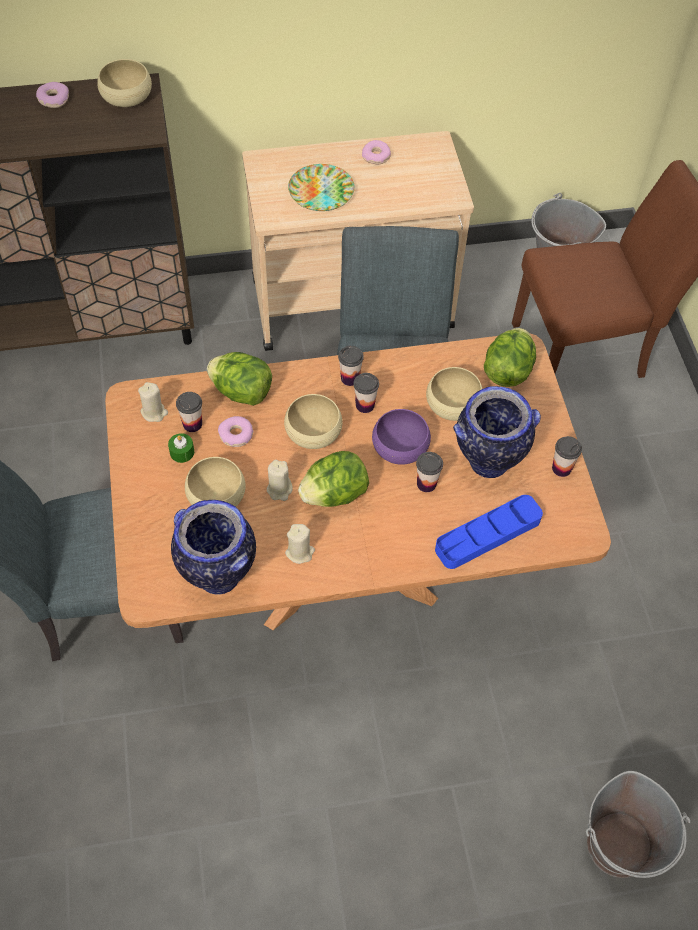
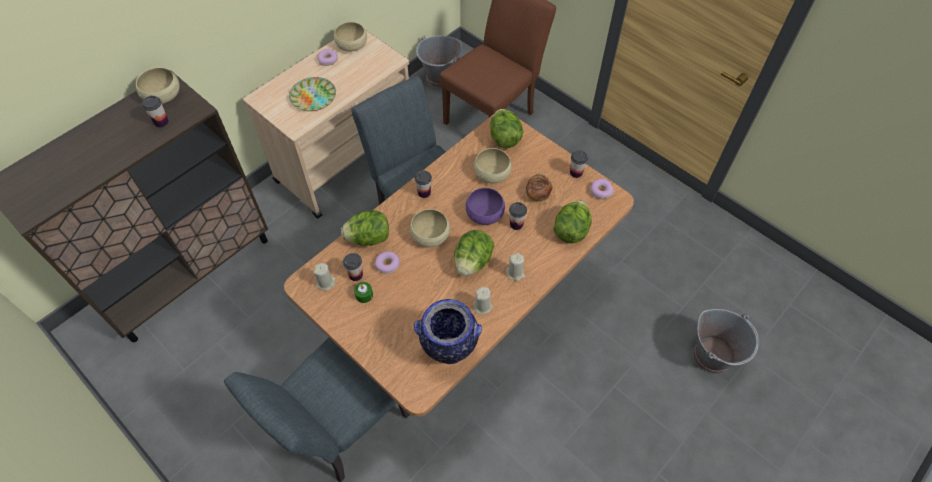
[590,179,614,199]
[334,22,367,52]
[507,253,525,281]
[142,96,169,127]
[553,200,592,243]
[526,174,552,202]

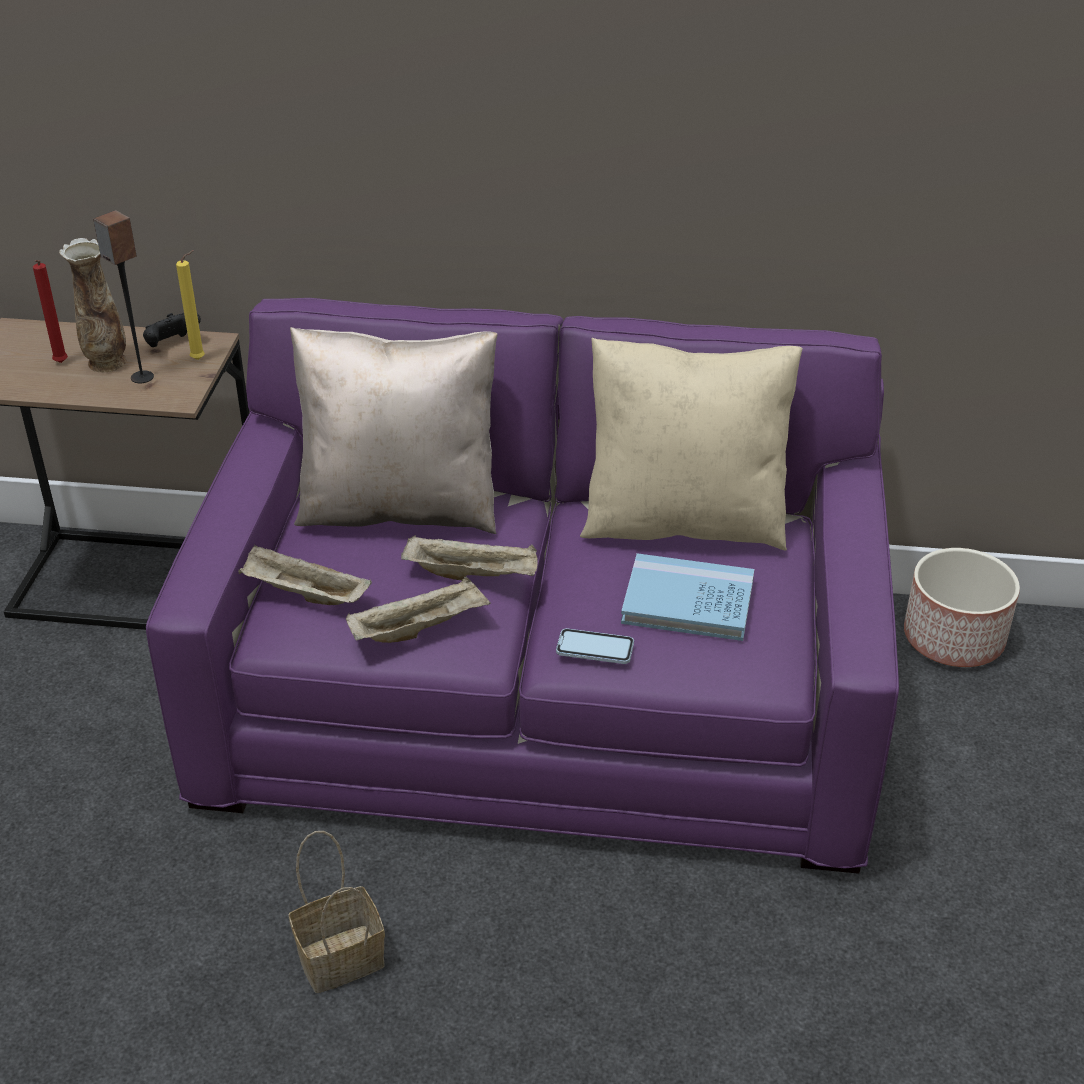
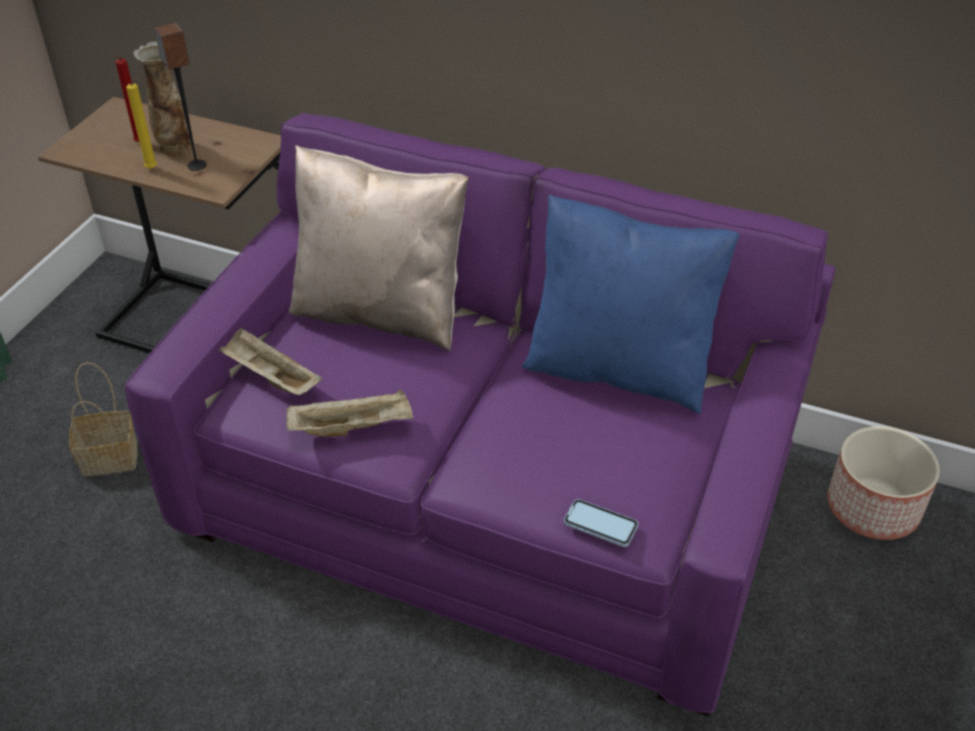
[143,313,201,347] (first image)
[126,76,157,169]
[69,362,137,476]
[401,535,538,580] (first image)
[564,499,638,547]
[522,195,740,414]
[621,553,754,641] (first image)

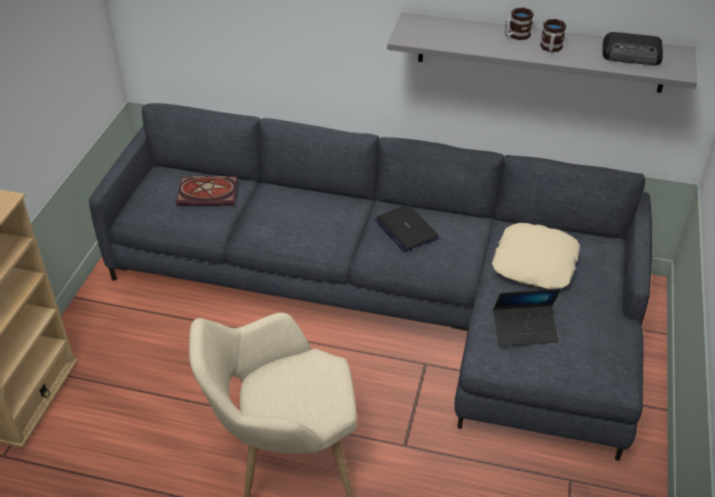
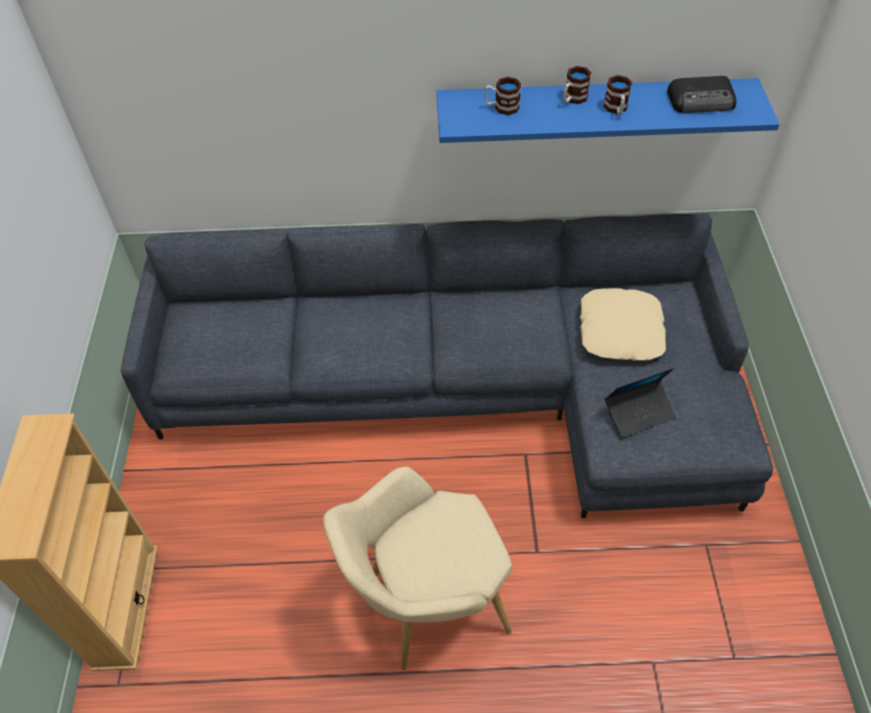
[176,176,238,205] (first image)
[375,205,439,252] (first image)
[436,78,780,143]
[484,77,521,115]

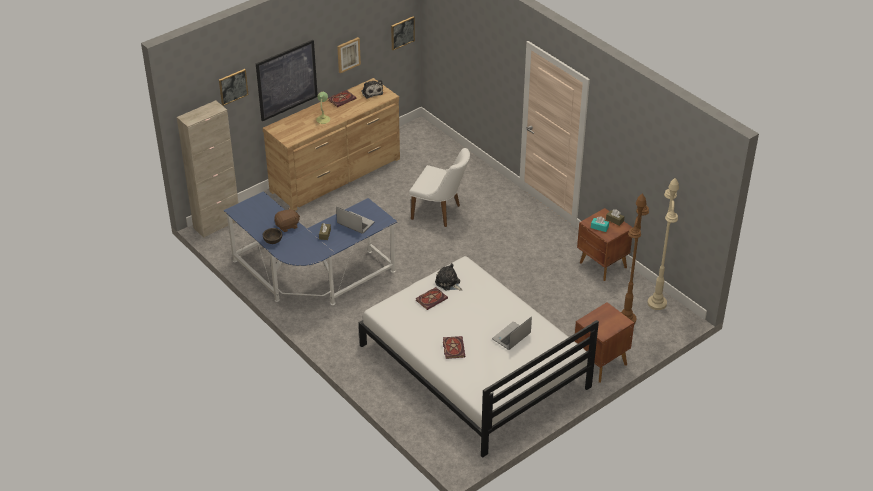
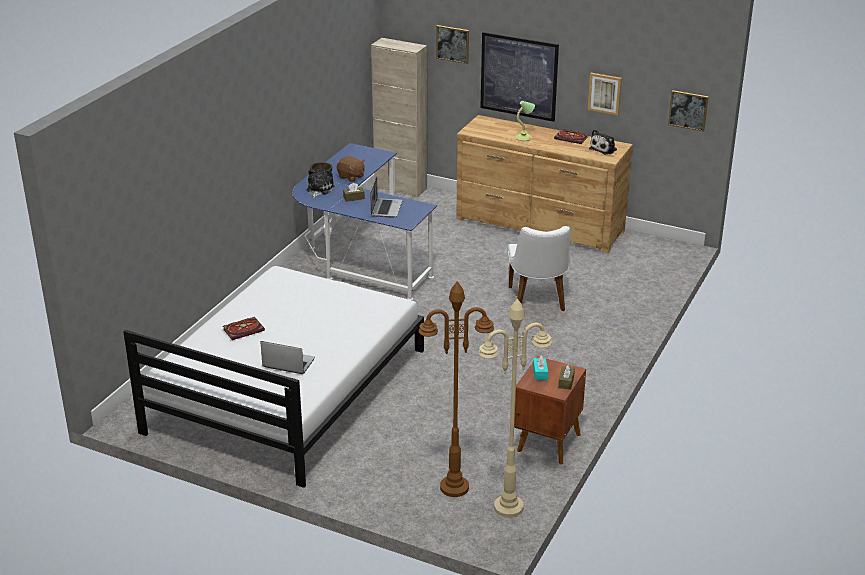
[416,287,448,310] (first image)
[306,169,334,198]
[575,302,634,383] (first image)

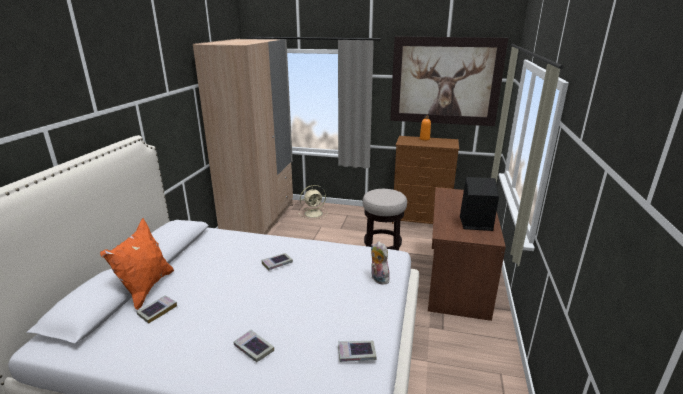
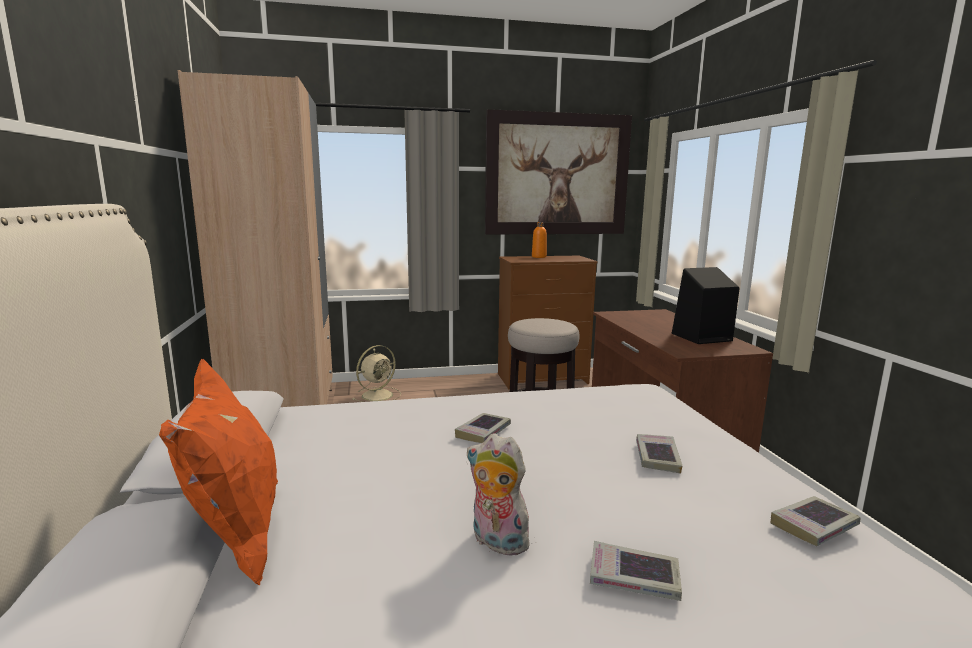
[636,434,682,474]
[467,433,534,557]

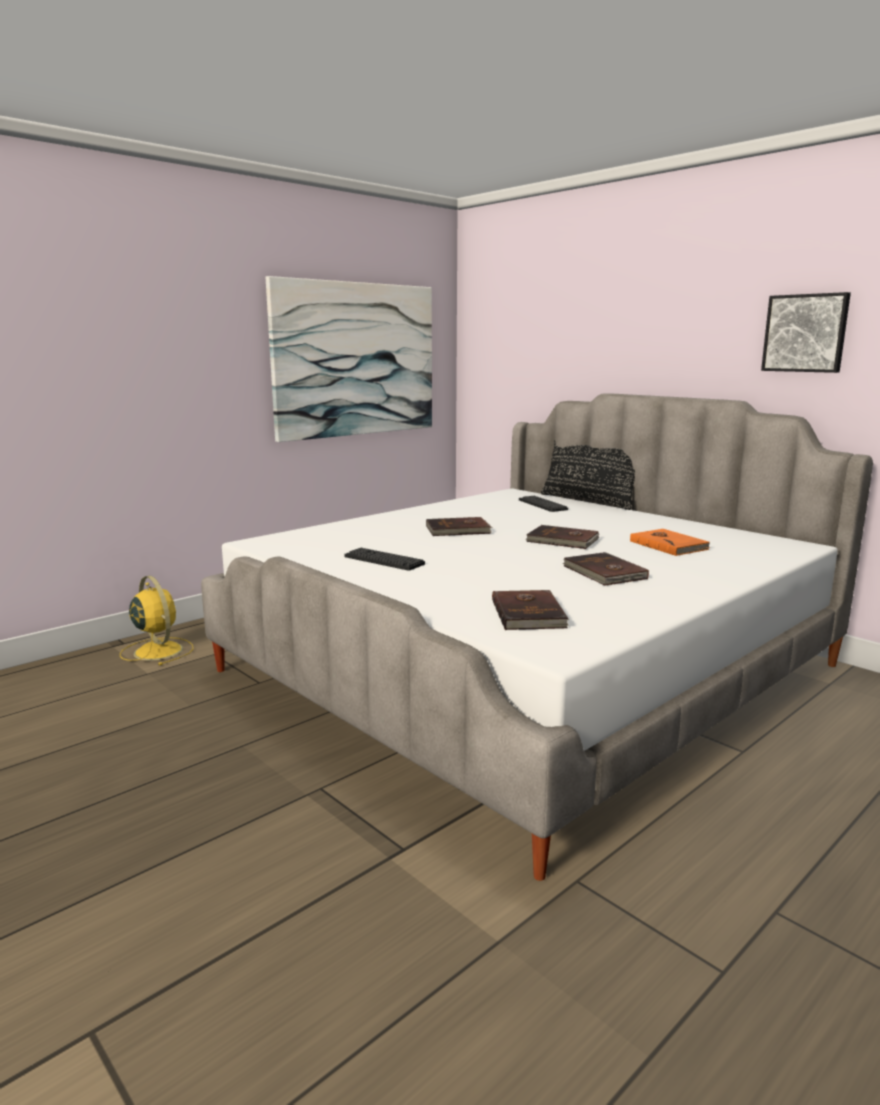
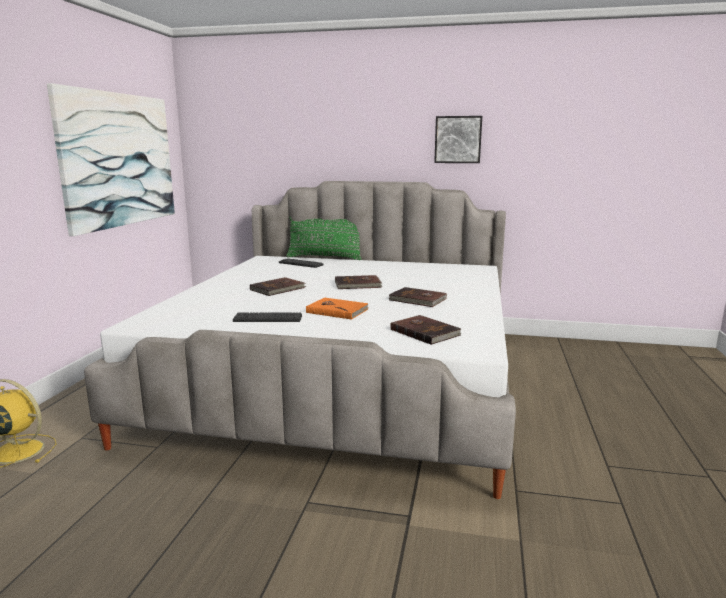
[286,217,361,260]
[306,298,369,320]

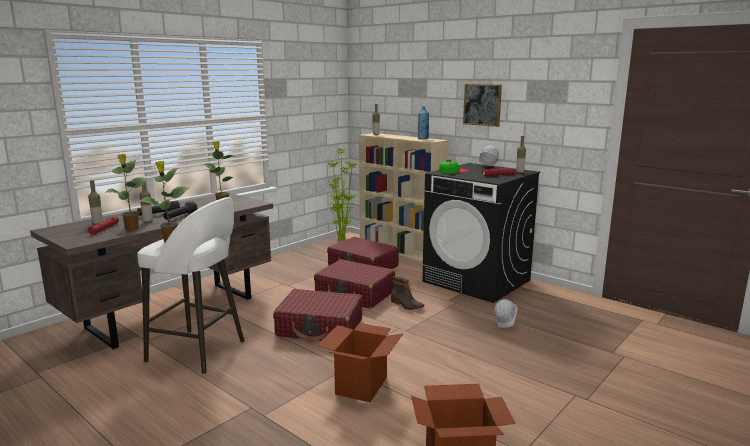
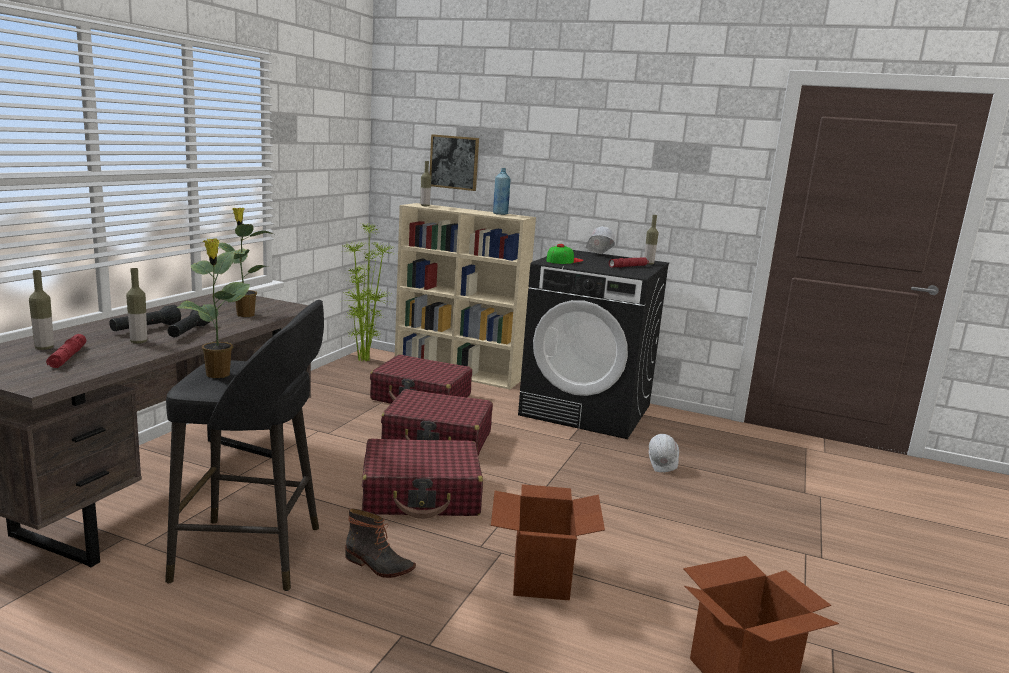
[106,154,146,231] (first image)
[165,300,324,591]
[345,509,416,578]
[430,134,479,191]

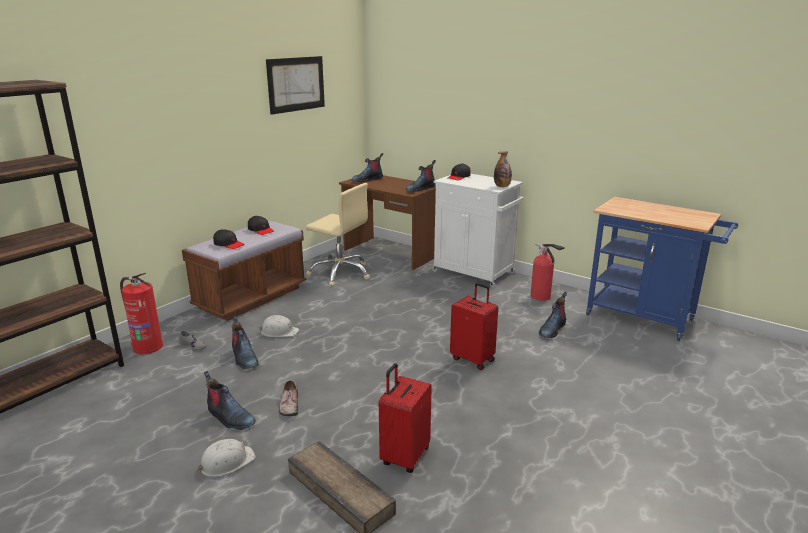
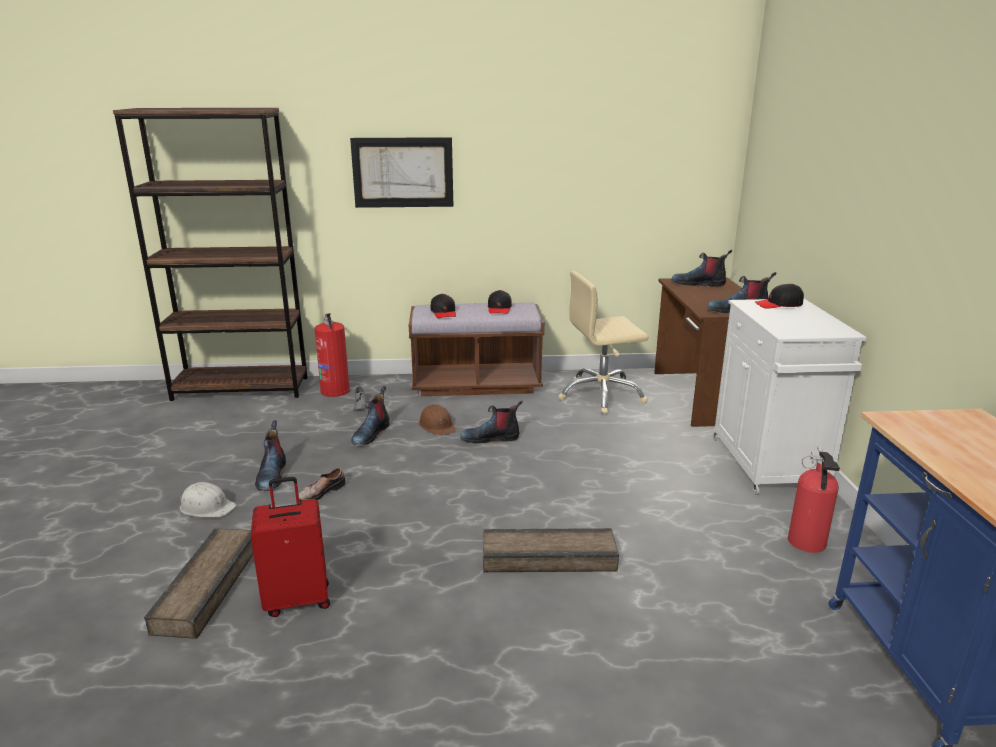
[419,404,456,435]
[350,137,454,208]
[558,271,648,414]
[483,528,619,572]
[494,151,512,187] (first image)
[460,401,523,443]

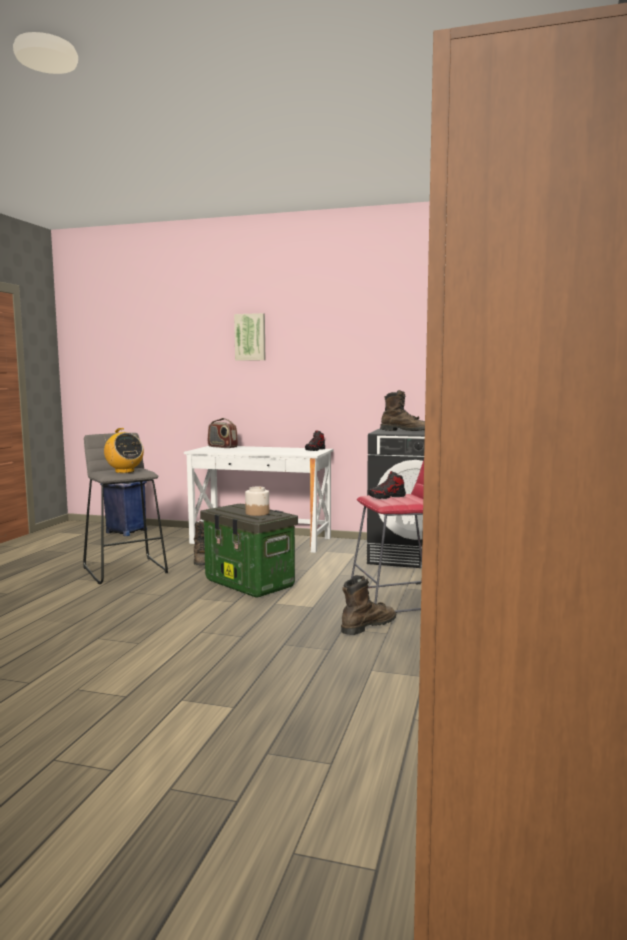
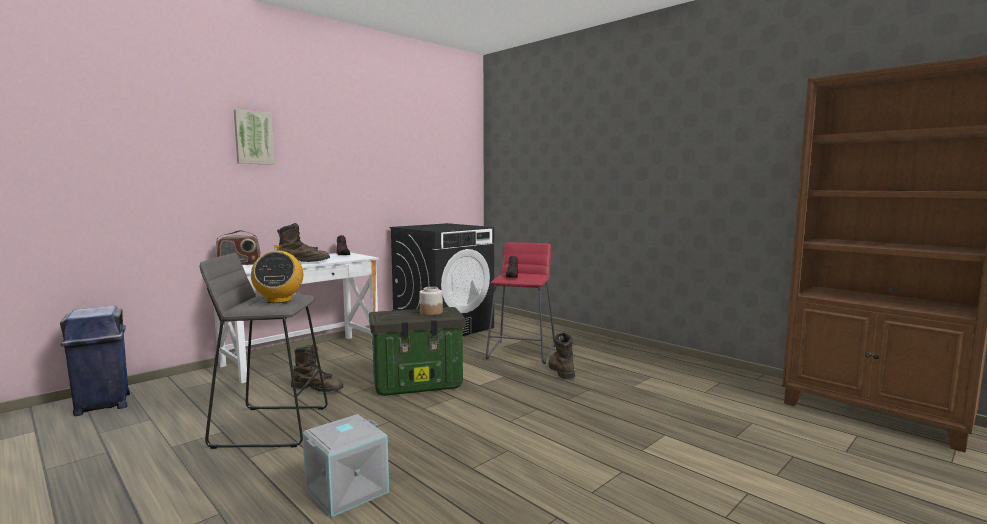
[251,245,303,303]
[277,223,330,262]
[302,414,389,518]

